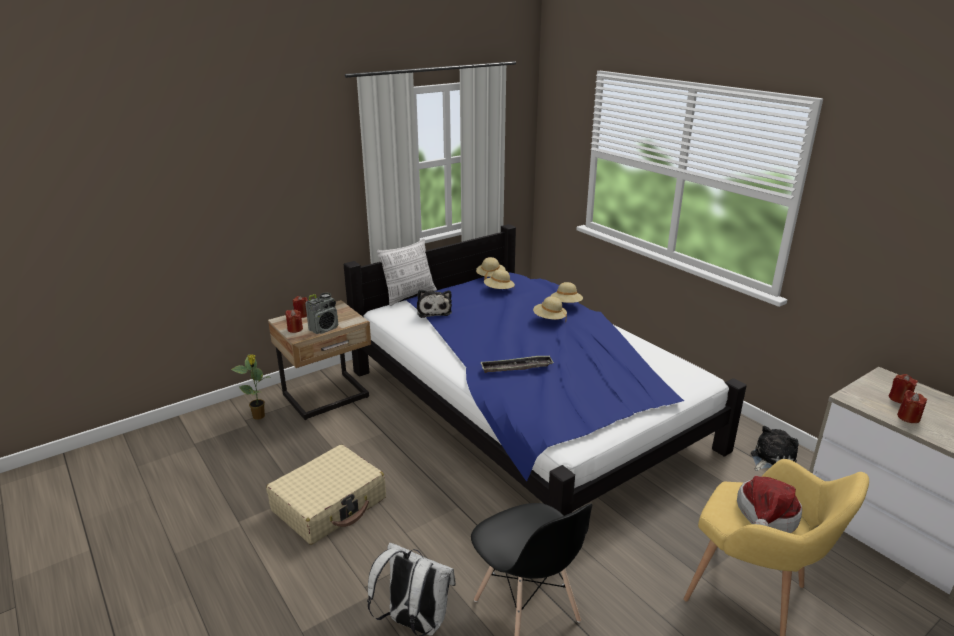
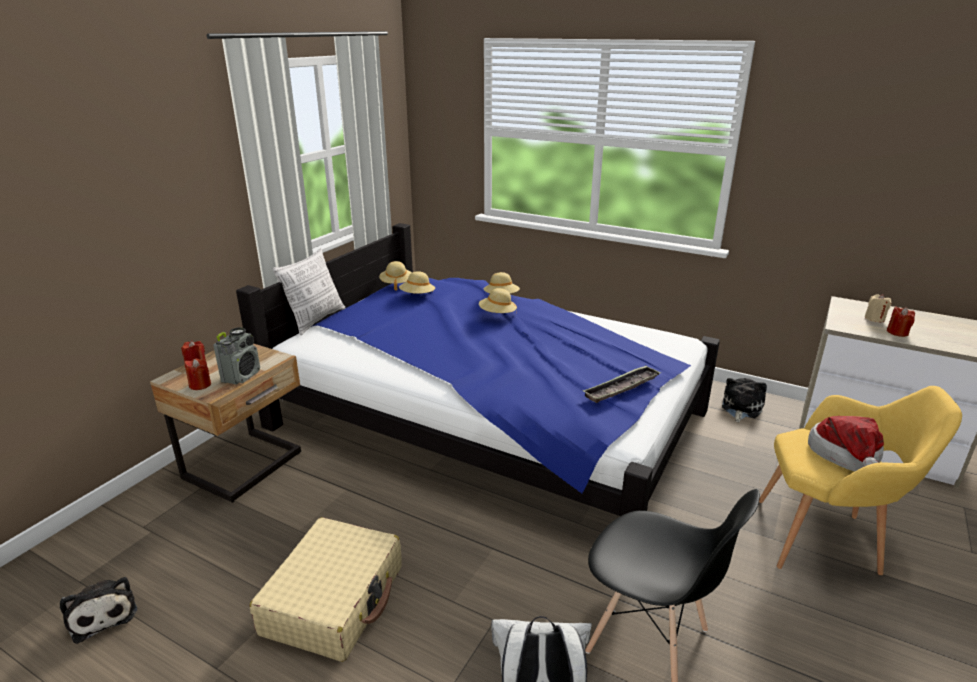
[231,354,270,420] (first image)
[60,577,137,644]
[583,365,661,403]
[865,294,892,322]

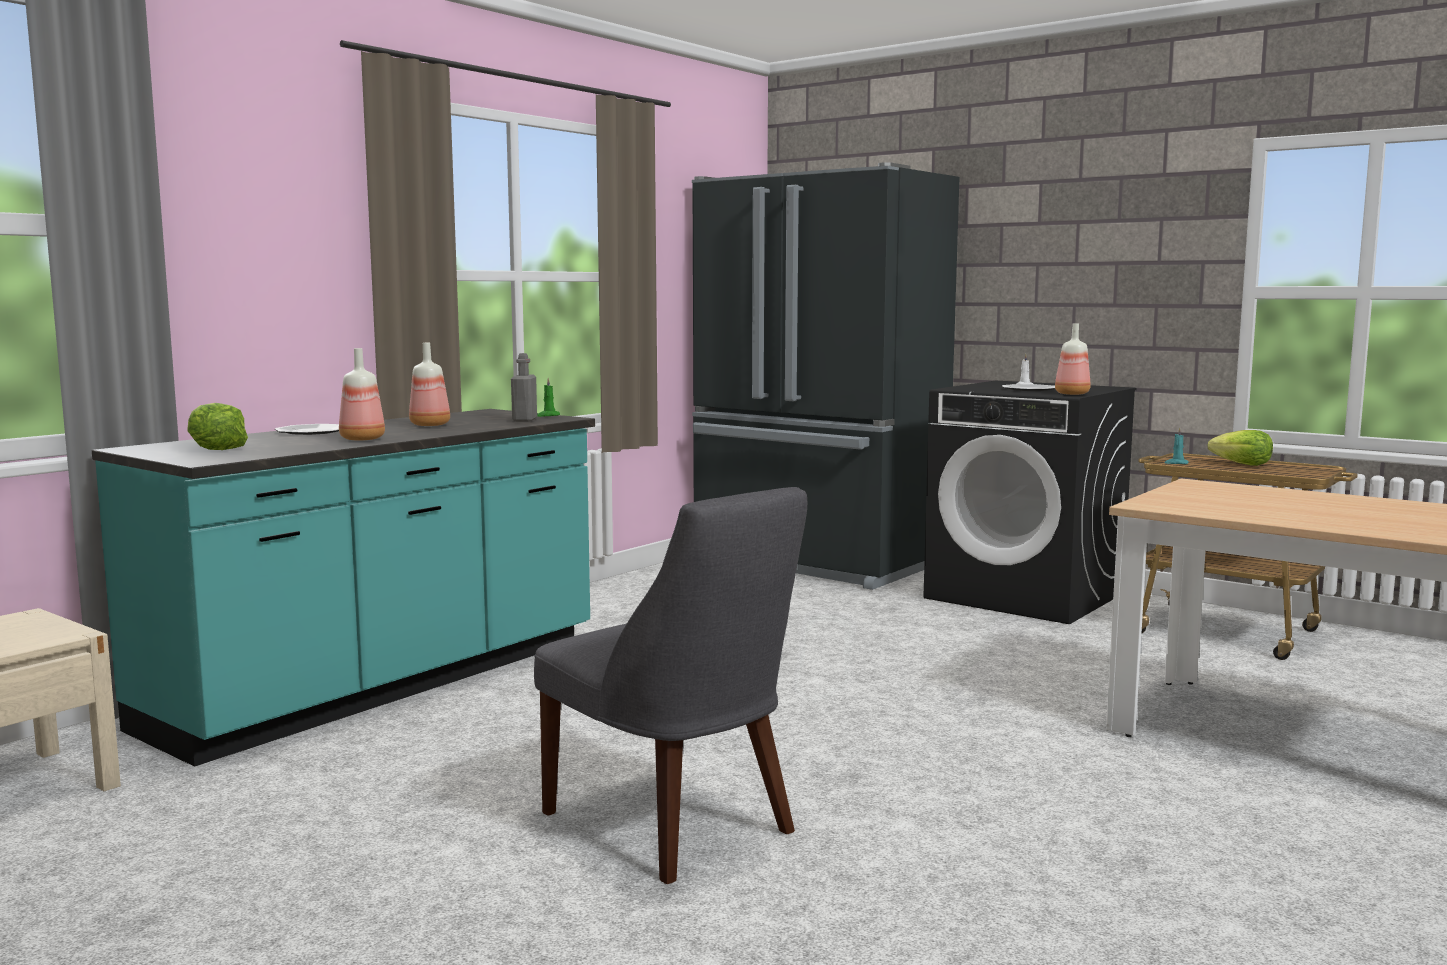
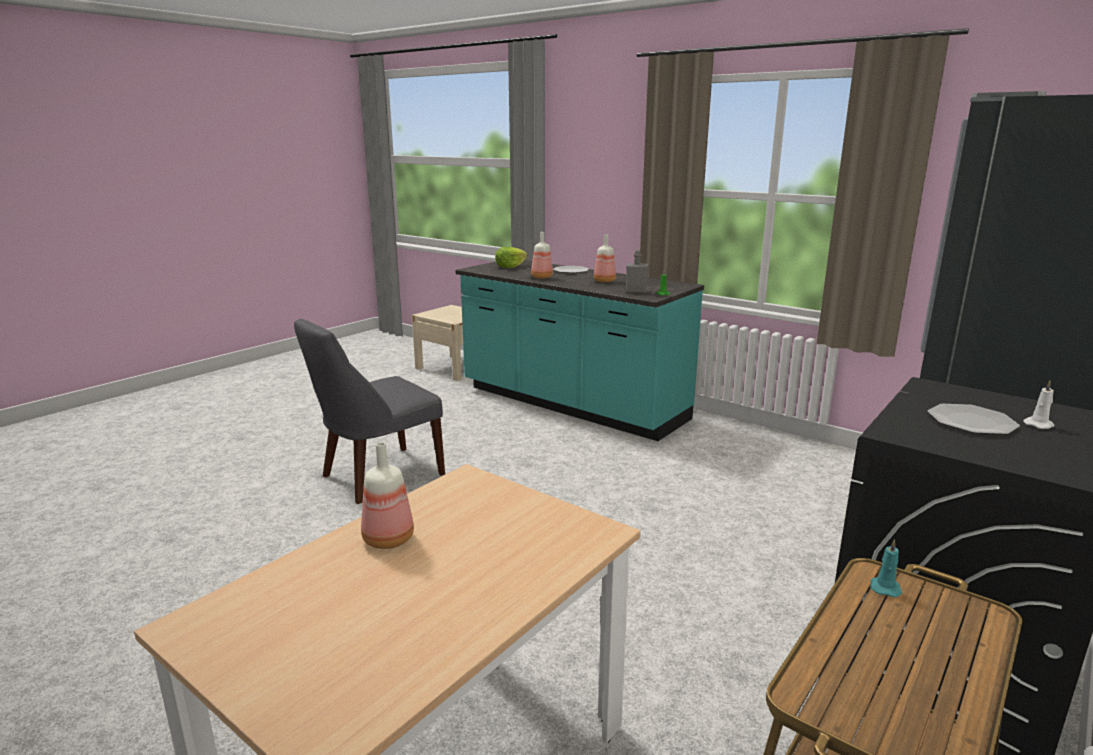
[361,442,414,549]
[1208,430,1273,466] (first image)

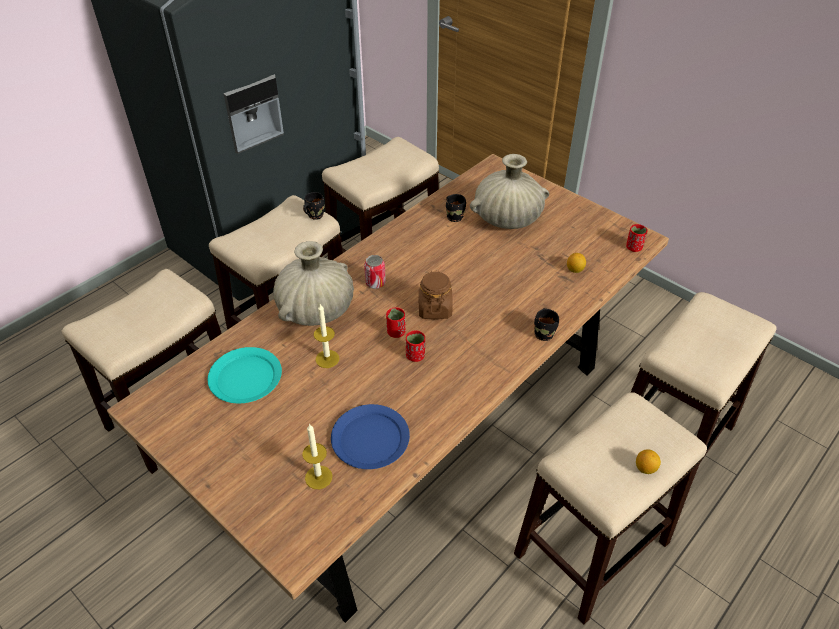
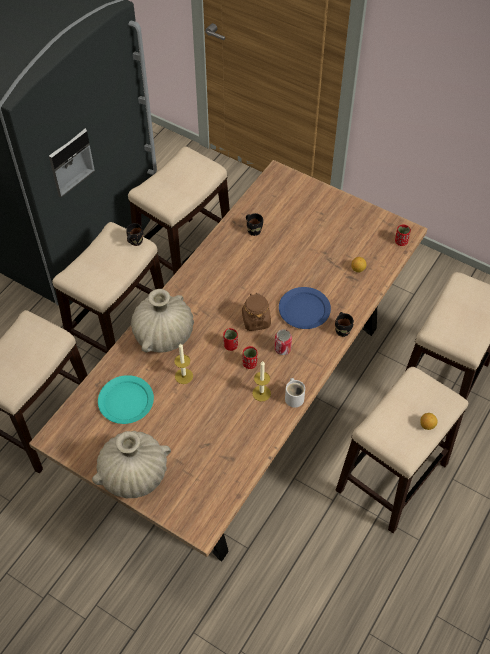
[252,361,271,402]
[279,287,331,329]
[274,329,292,355]
[92,431,171,498]
[285,378,305,408]

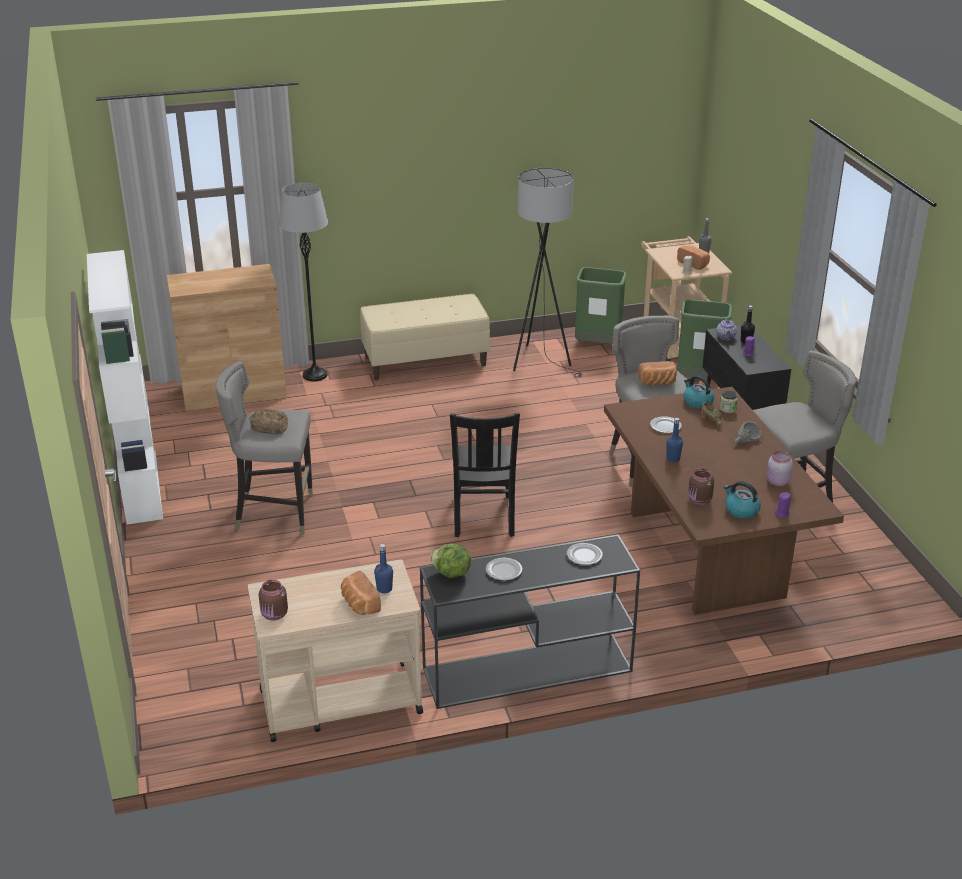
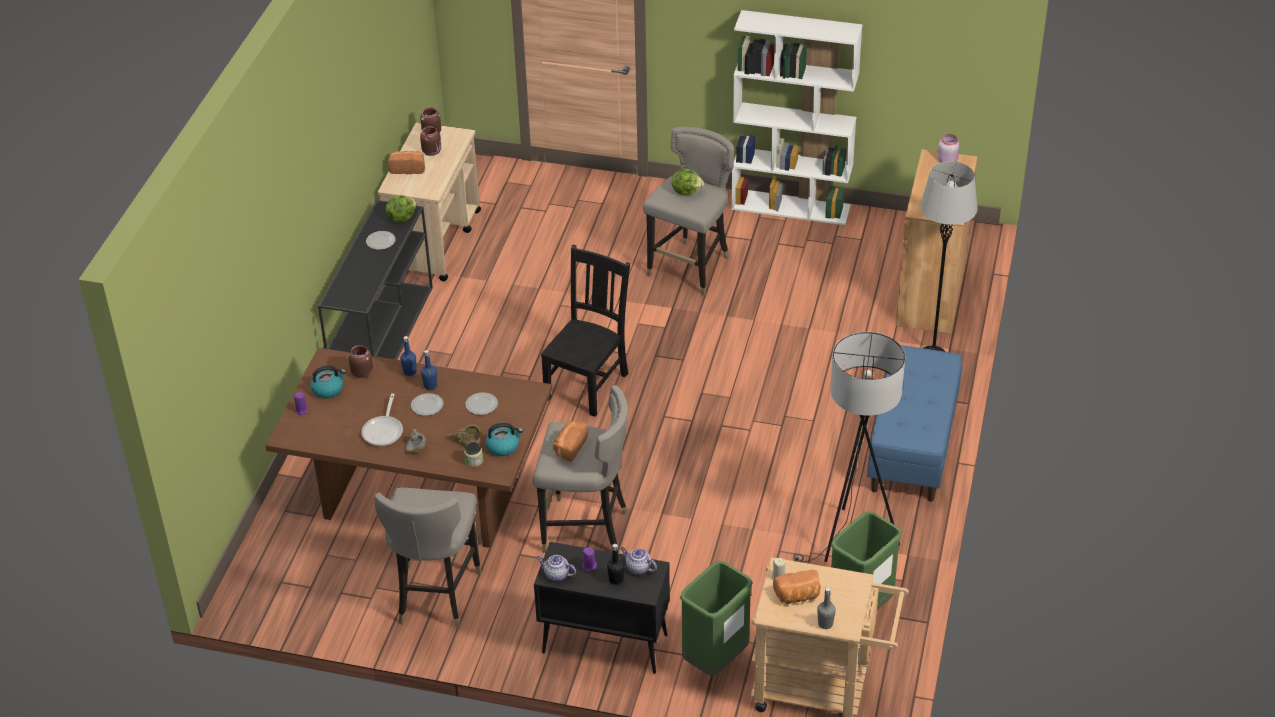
[672,168,704,195]
[867,346,962,502]
[400,336,416,376]
[541,245,630,417]
[411,393,444,416]
[937,134,959,162]
[361,393,403,446]
[420,126,441,156]
[537,555,576,581]

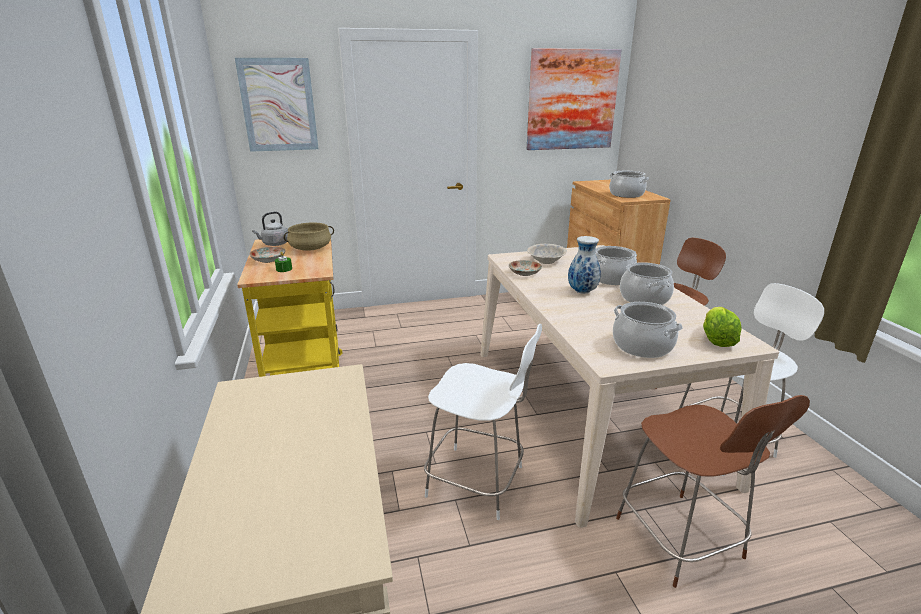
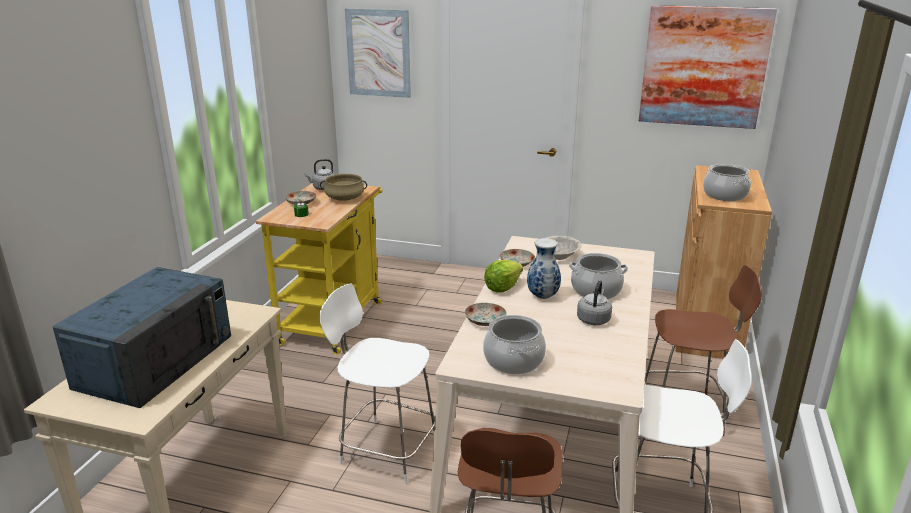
[319,284,435,484]
[577,281,612,325]
[484,260,523,293]
[53,267,231,408]
[465,303,507,326]

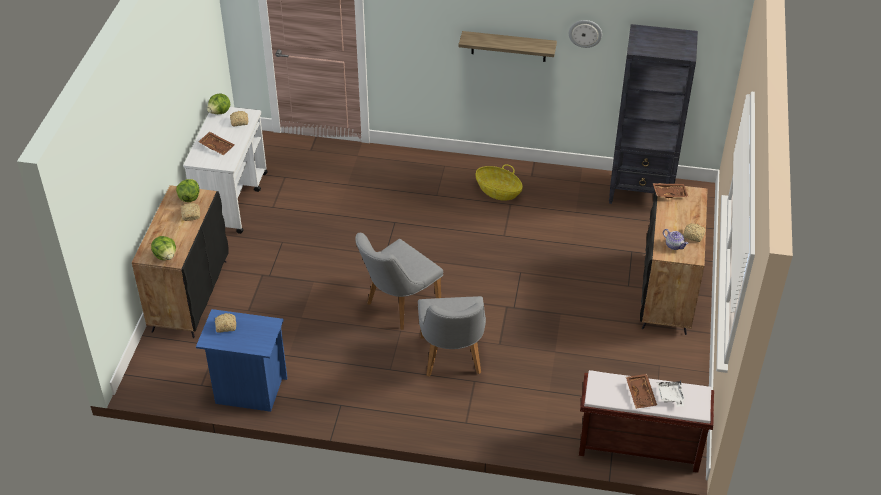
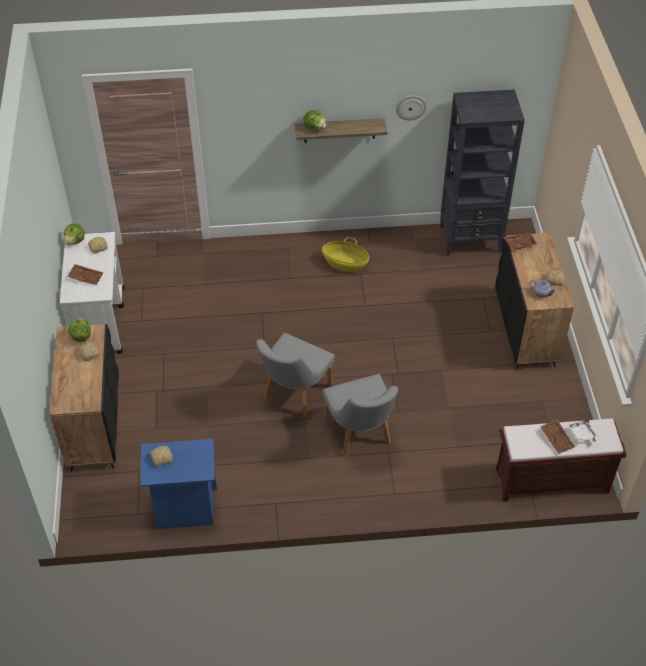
[304,110,326,131]

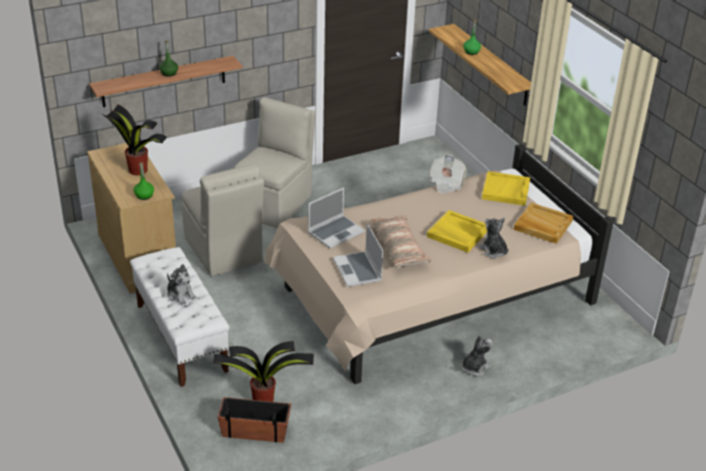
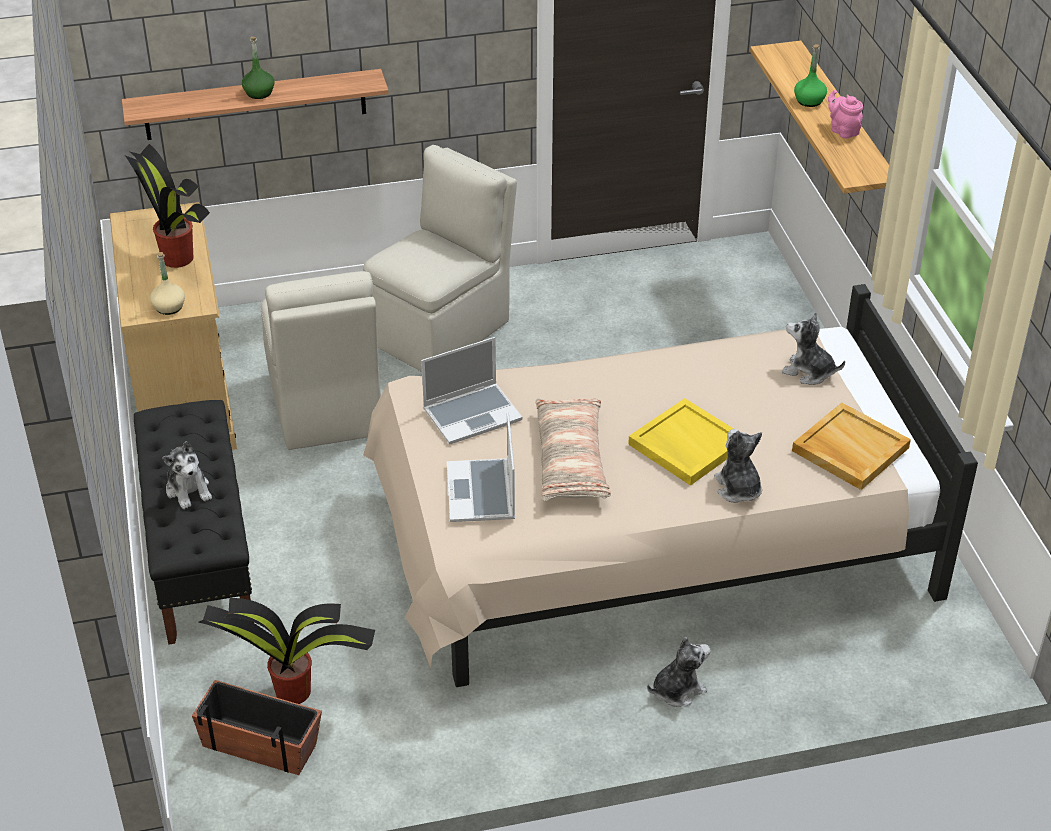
[134,400,254,645]
[150,252,185,315]
[429,154,467,194] (first image)
[782,313,845,385]
[828,90,863,139]

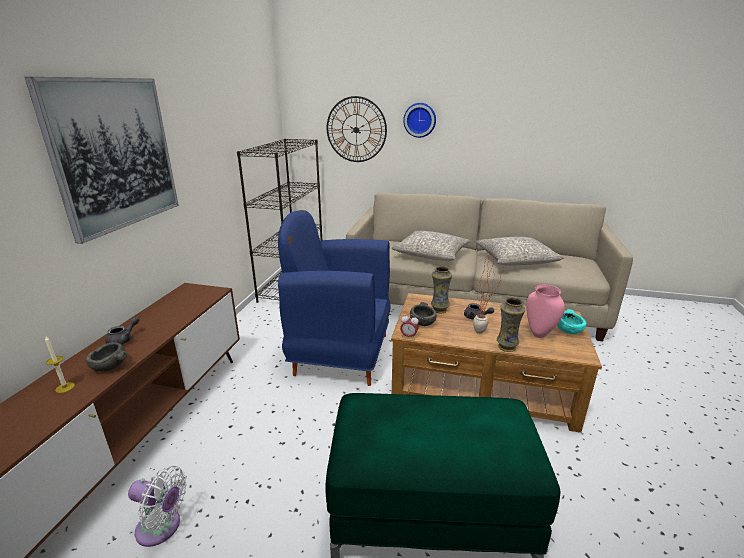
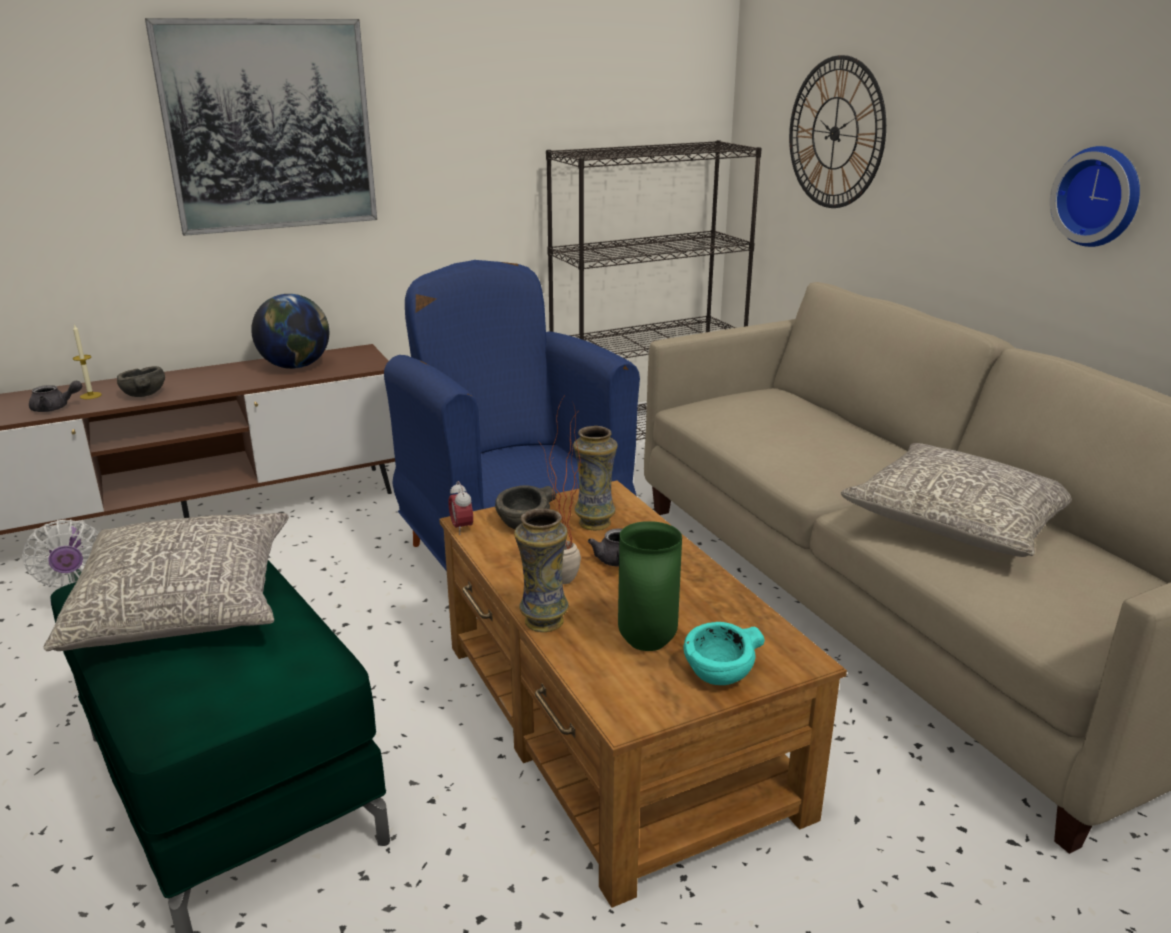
[29,381,82,412]
[44,513,289,651]
[1050,146,1140,247]
[618,521,682,651]
[251,294,329,369]

